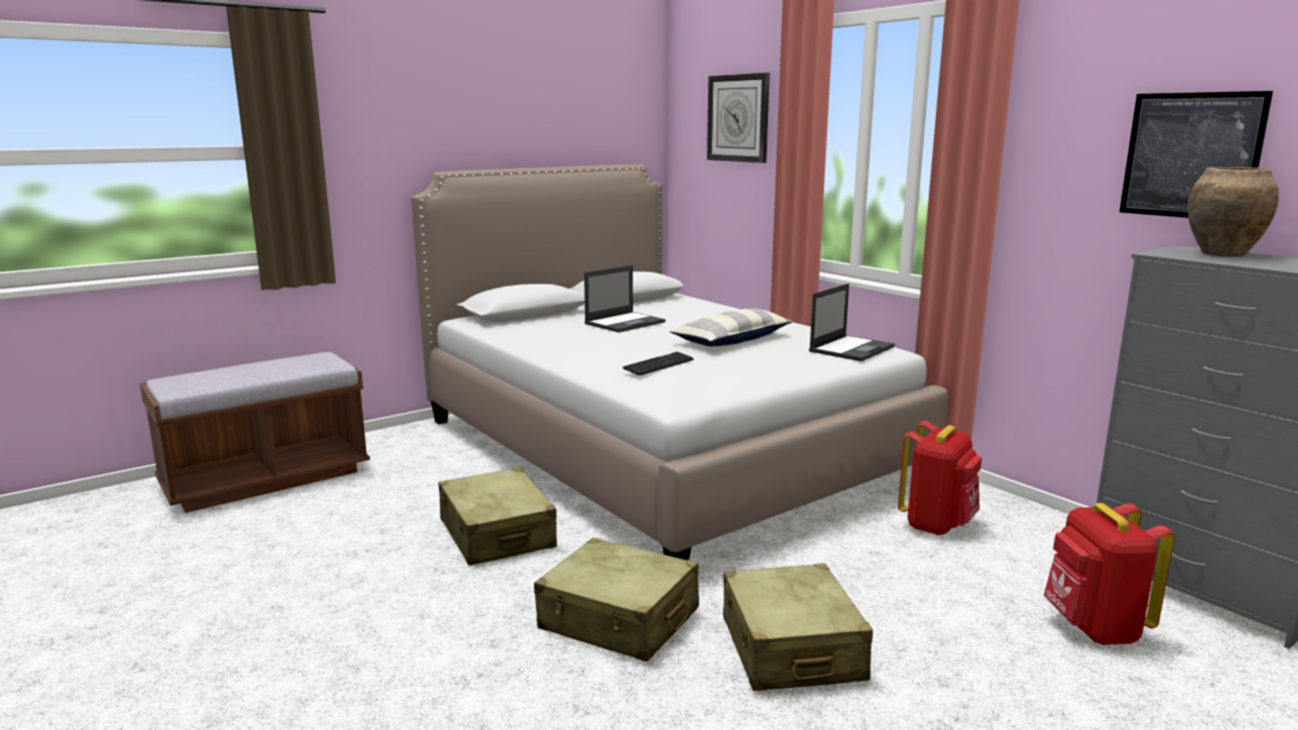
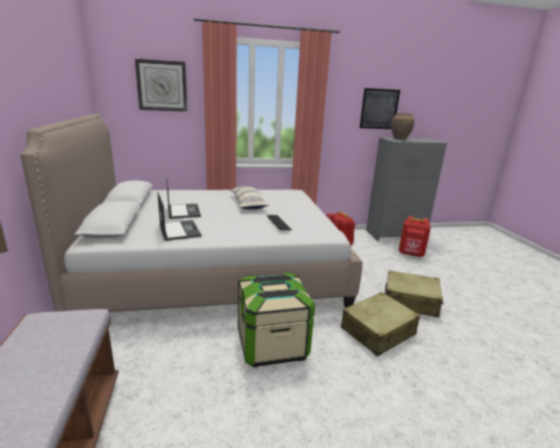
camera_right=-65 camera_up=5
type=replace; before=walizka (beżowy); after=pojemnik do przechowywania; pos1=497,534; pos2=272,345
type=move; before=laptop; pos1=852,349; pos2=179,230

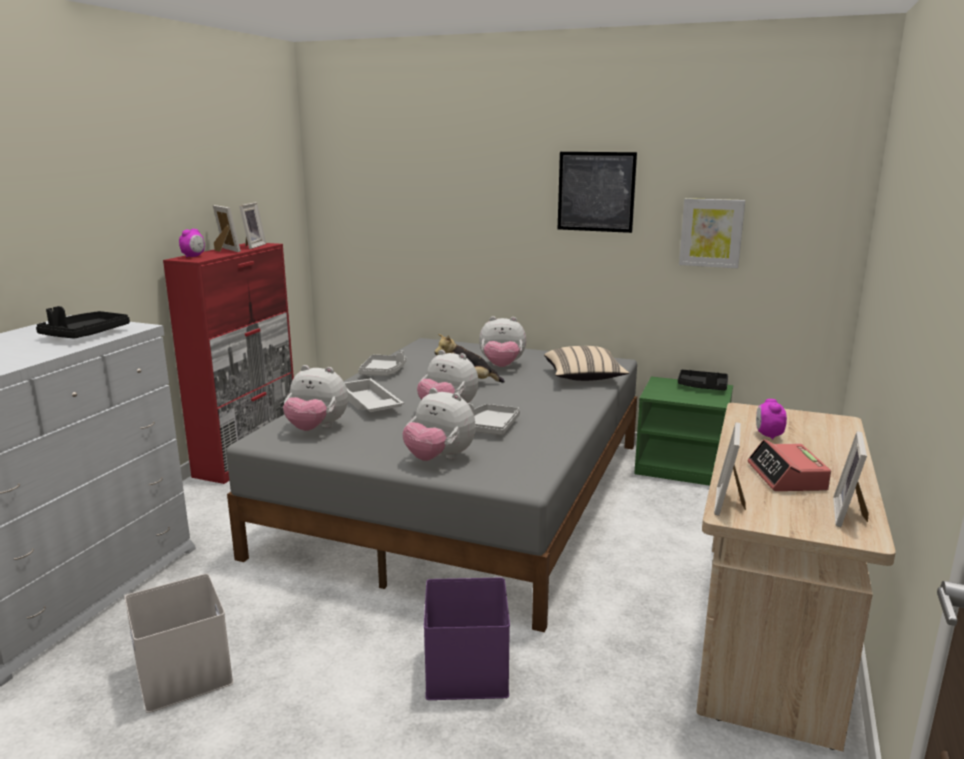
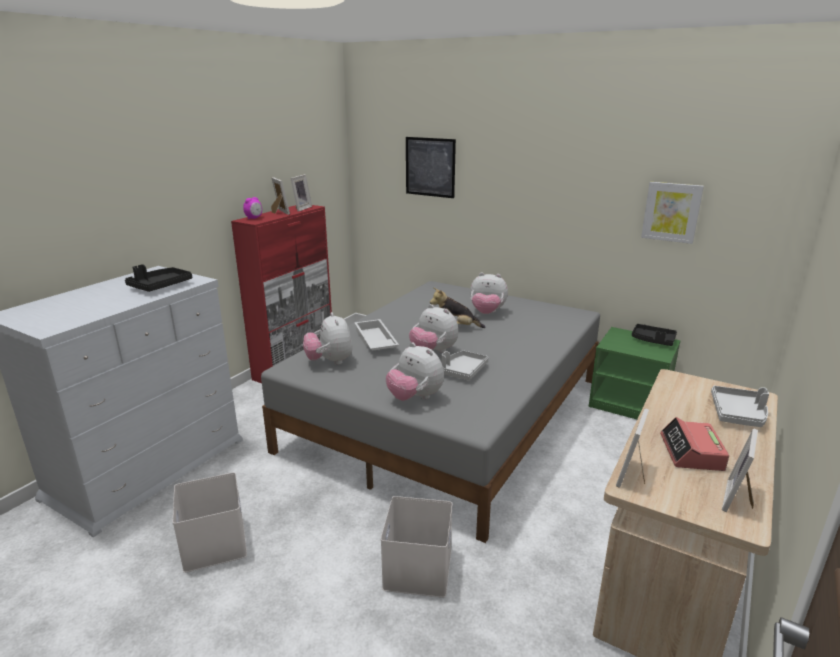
camera_right=10 camera_up=5
type=rotate; before=pluszak; pos1=316,429; pos2=330,361; turn=45
type=move; before=taca (szary); pos1=383,372; pos2=738,414
type=recolor; before=pojemnik do przechowywania (fioletowy); after=pojemnik do przechowywania (biały); pos1=468,671; pos2=419,570
type=delete; before=poduszka (beżowy); pos1=583,378
type=move; before=obraz; pos1=596,192; pos2=430,167
type=delete; before=budzik; pos1=768,435

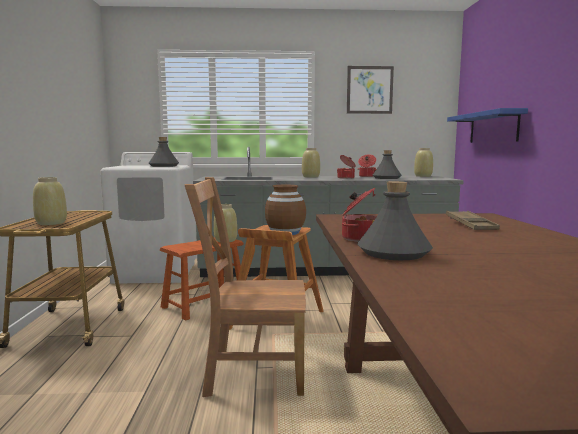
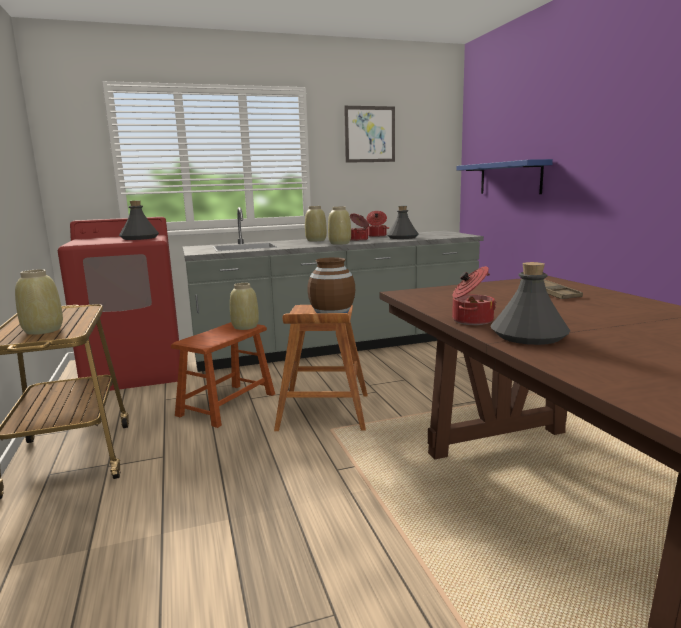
camera_right=-15 camera_up=5
type=recolor; before=pralka (biały); after=pralka (czerwony); pos1=156,272; pos2=136,372
type=delete; before=krzesło (brązowy); pos1=251,372
type=move; before=wazon (beżowy); pos1=423,176; pos2=340,243

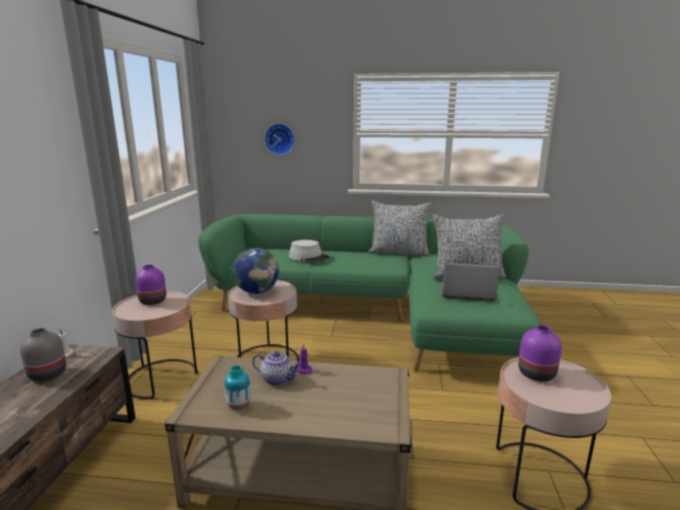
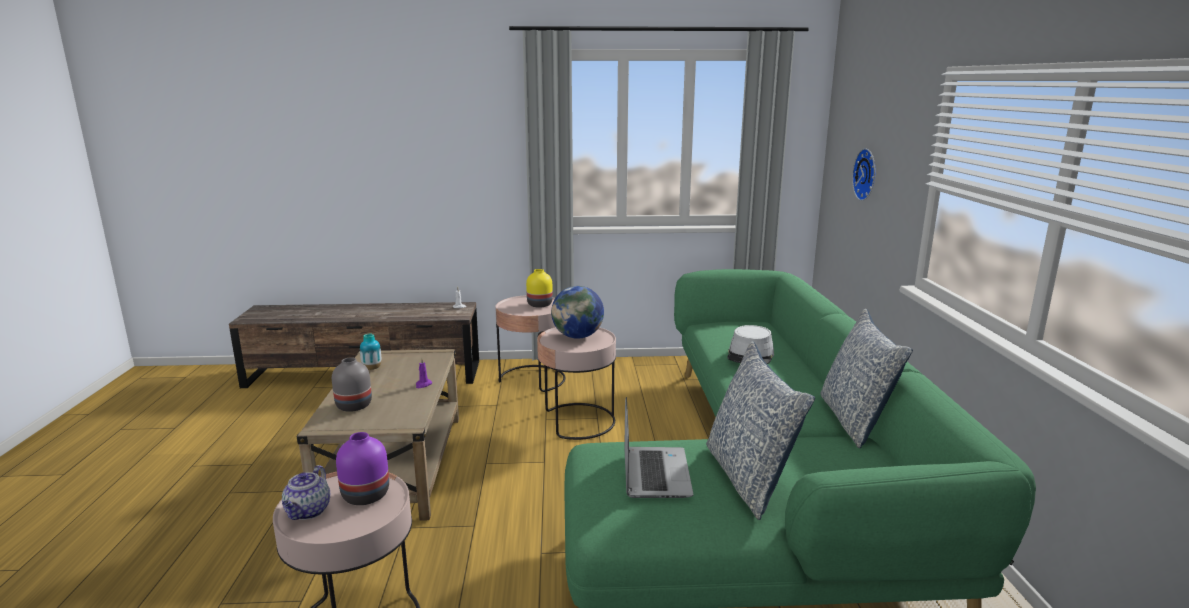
camera_right=80 camera_up=0
type=move; before=wazon (szary); pos1=47,374; pos2=354,405
type=recolor; before=wazon (fioletowy); after=wazon (żółty); pos1=153,301; pos2=540,305
type=move; before=imbryk; pos1=278,379; pos2=308,512

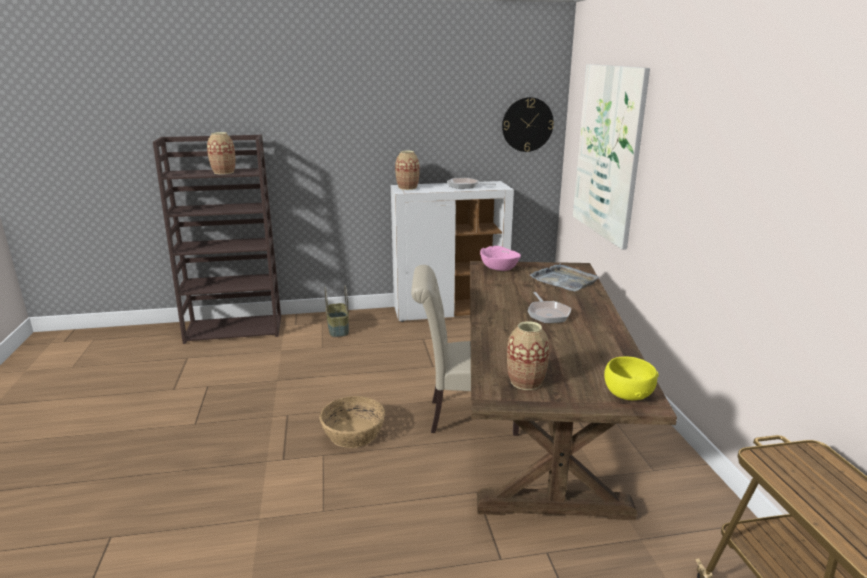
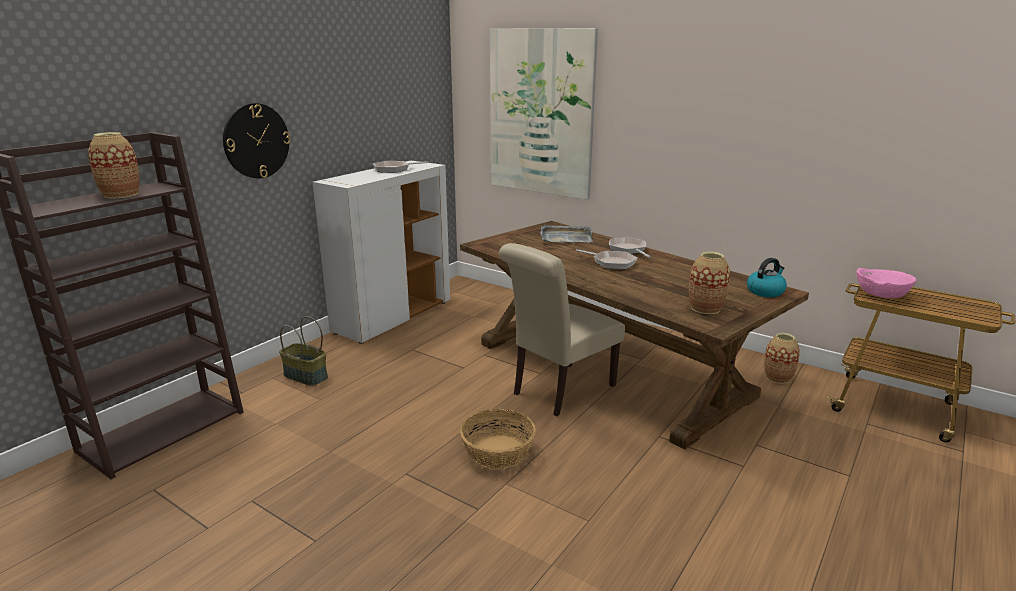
camera_right=-45 camera_up=0
type=move; before=wazon; pos1=407,187; pos2=778,377
type=move; before=miska (różowy); pos1=499,268; pos2=881,294
type=move; before=zegar ścienny; pos1=527,124; pos2=256,141
type=replace; before=miska (żółty); after=czajnik; pos1=627,394; pos2=765,291
type=insert; after=patelnia; pos2=628,250

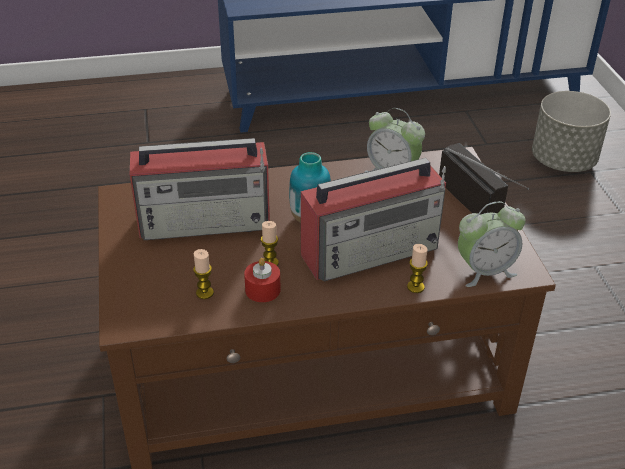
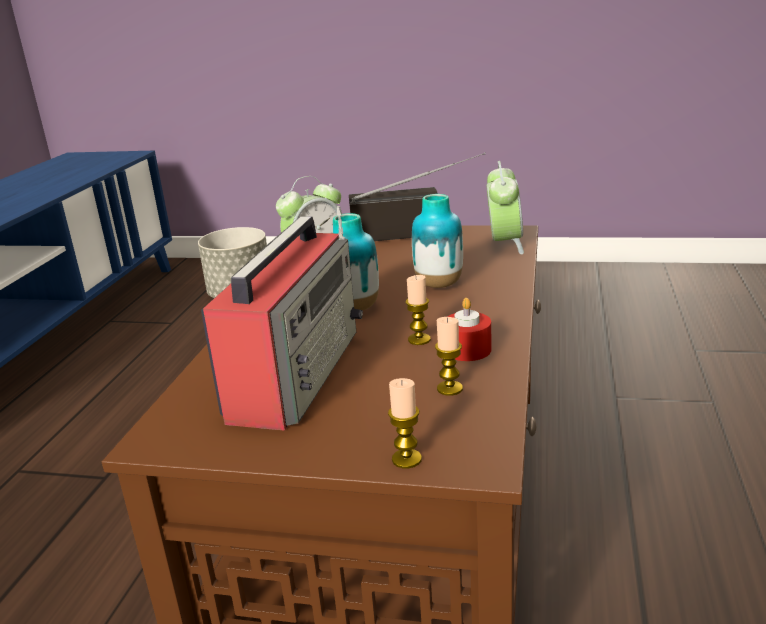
camera_right=-65 camera_up=-15
type=replace; before=radio; after=wazon; pos1=372,250; pos2=438,284
type=move; before=świeca; pos1=415,287; pos2=406,459

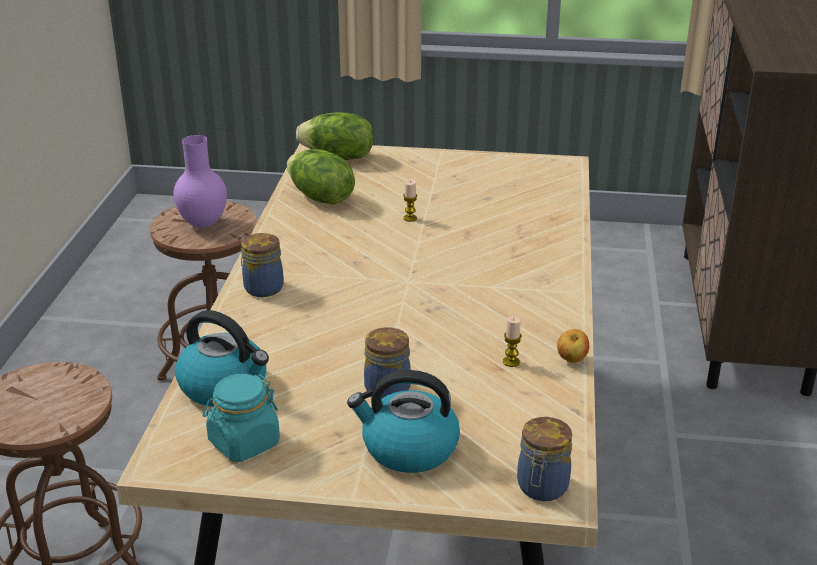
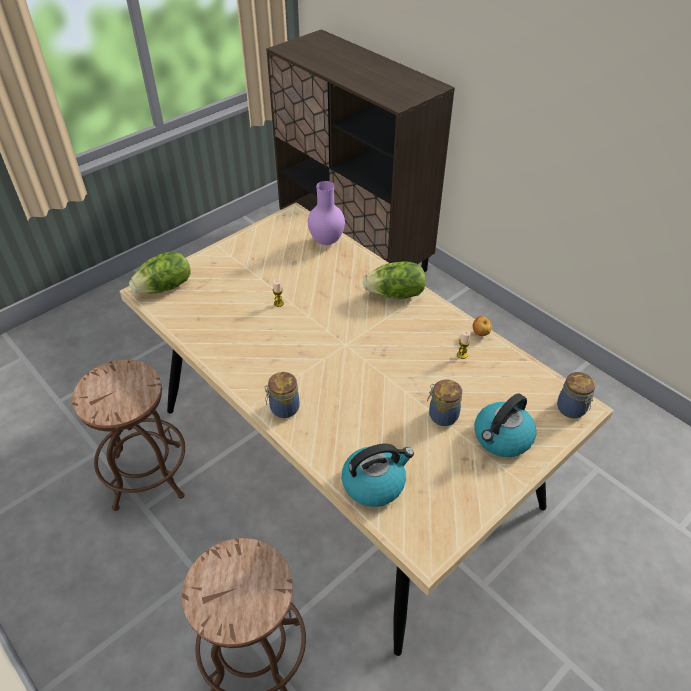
camera_right=-50 camera_up=15
type=move; before=wazon (fioletowy); pos1=204,224; pos2=326,241
type=delete; before=słoik (turkusowy); pos1=244,443
type=move; before=sałata; pos1=320,198; pos2=395,294

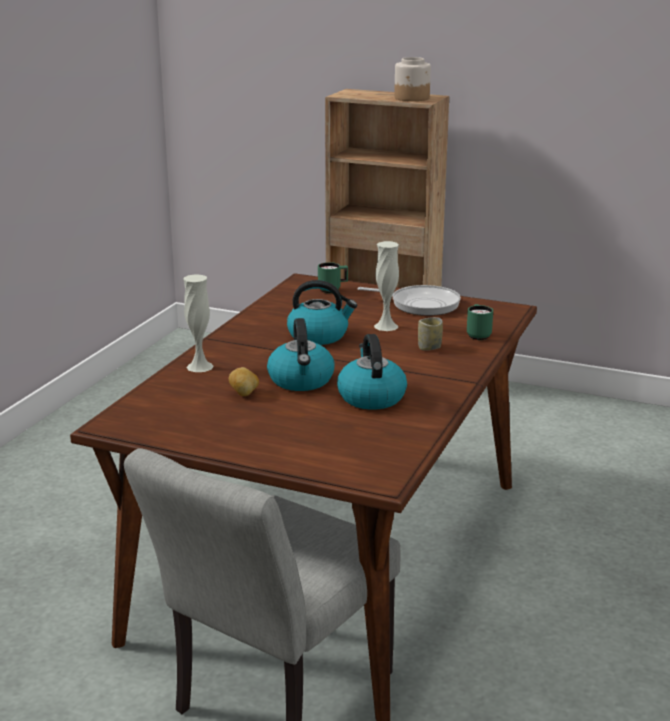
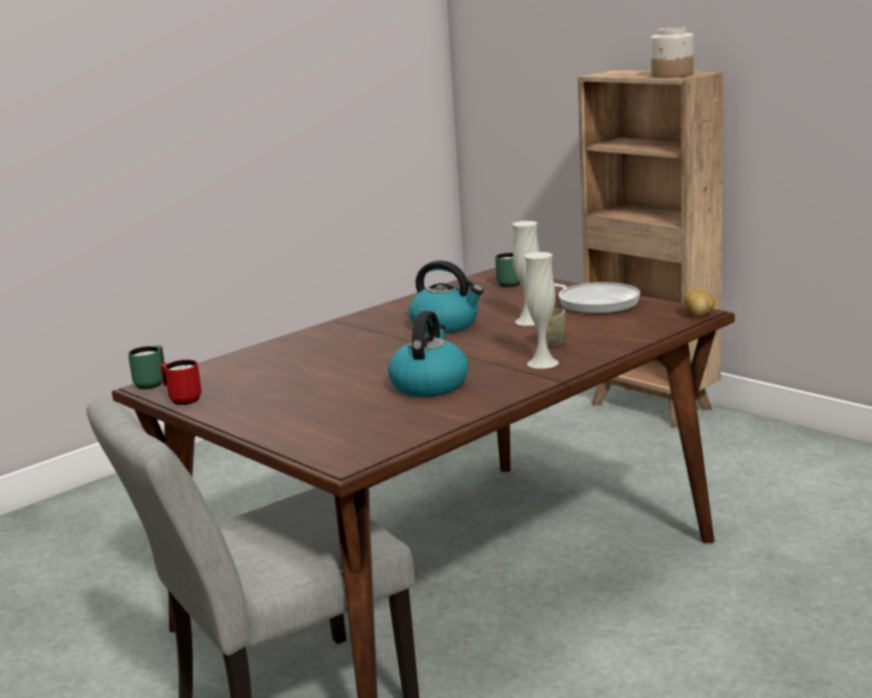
camera_right=25 camera_up=-5
type=move; before=wazon (biały); pos1=200,366; pos2=542,363
type=move; before=ziemniak; pos1=244,394; pos2=698,315
type=delete; before=czajnik; pos1=301,381
type=move; before=kubek (zielony); pos1=478,335; pos2=152,383
type=insert; after=kubek (czerwony); pos2=182,399

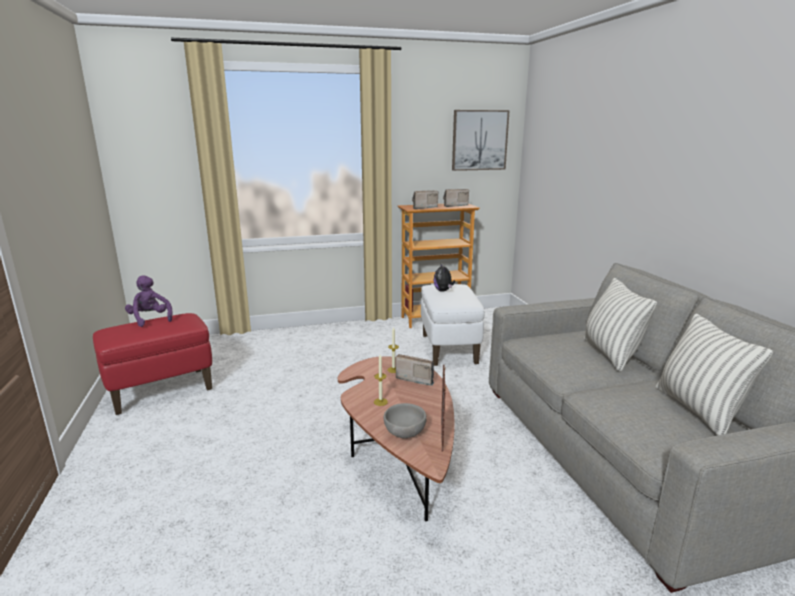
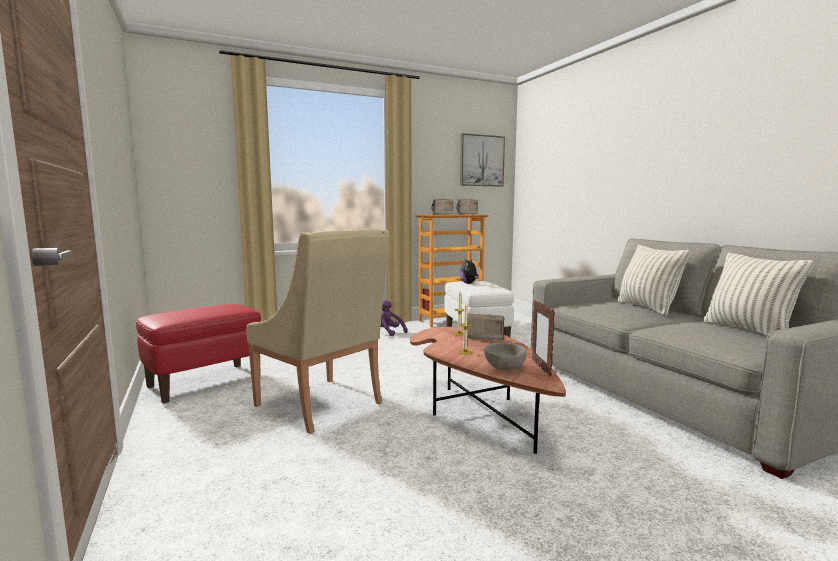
camera_right=-10 camera_up=-10
type=move; before=pluszak (fioletowy); pos1=150,319; pos2=388,332
type=insert; after=fotel (beżowy); pos2=322,405

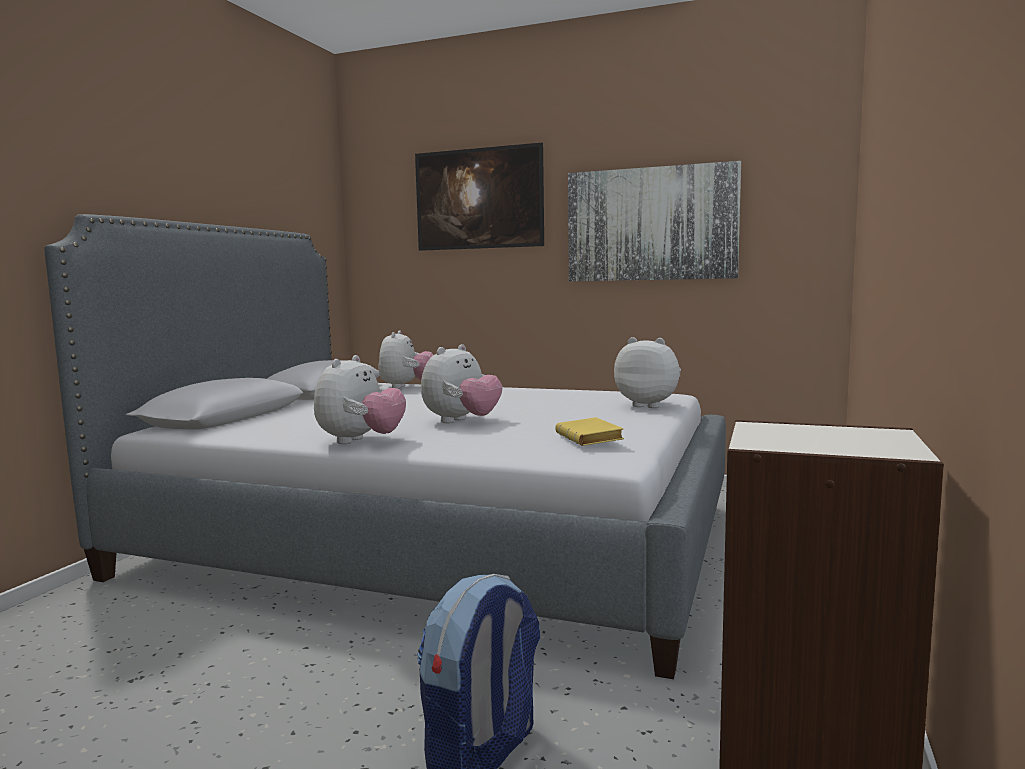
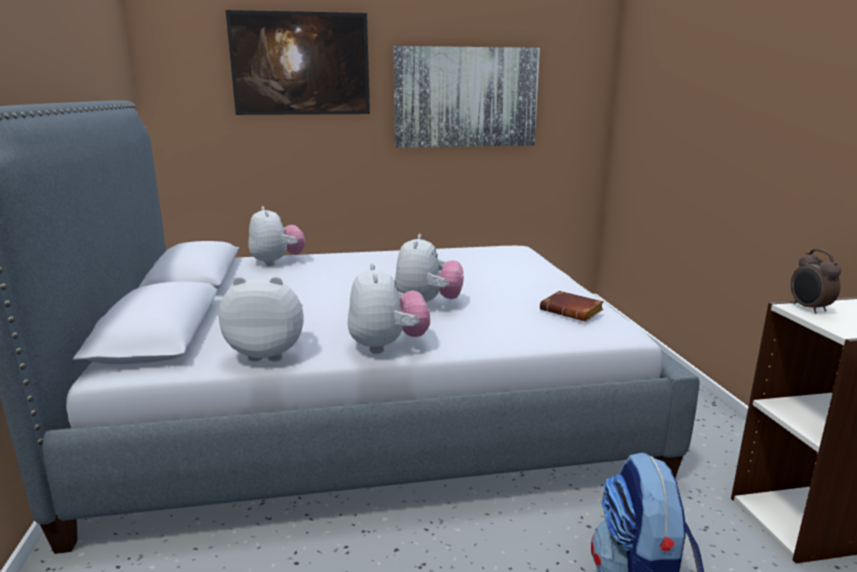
camera_right=-30 camera_up=10
type=recolor; before=książka (żółty); after=książka (brązowy); pos1=591,438; pos2=573,311
type=move; before=pluszak; pos1=649,405; pos2=268,353
type=insert; after=budzik; pos2=809,308

